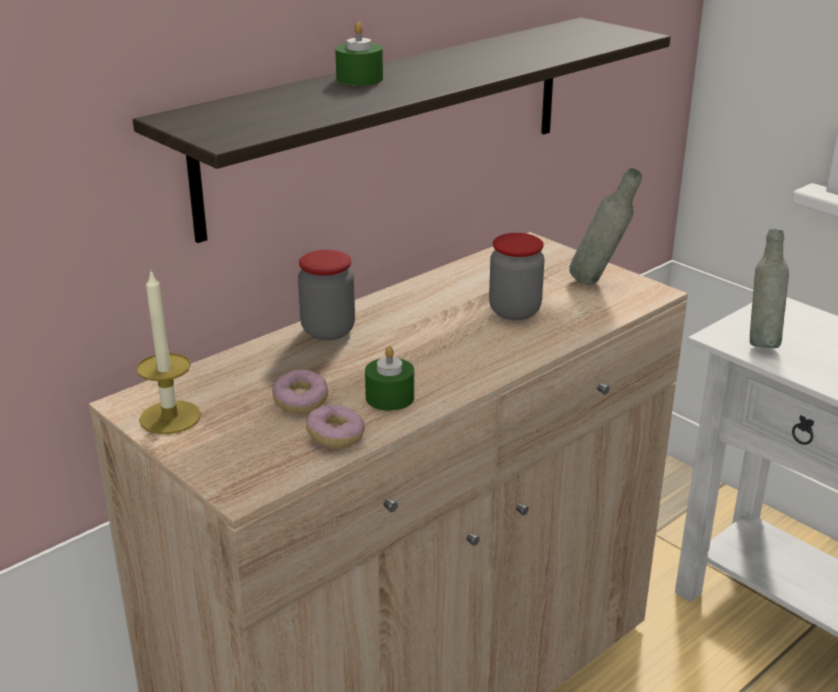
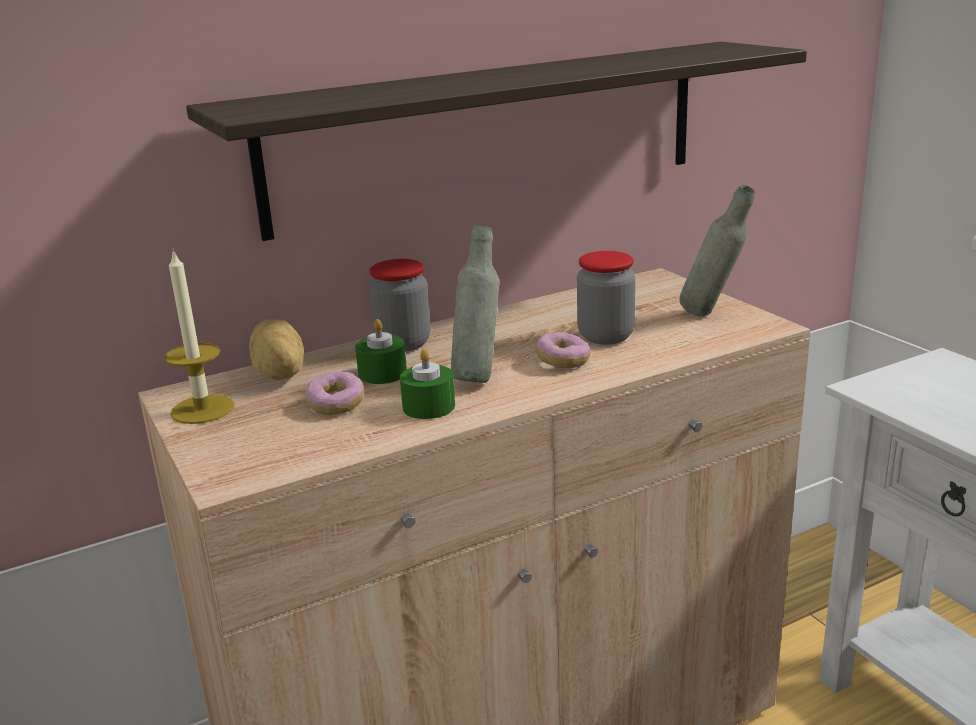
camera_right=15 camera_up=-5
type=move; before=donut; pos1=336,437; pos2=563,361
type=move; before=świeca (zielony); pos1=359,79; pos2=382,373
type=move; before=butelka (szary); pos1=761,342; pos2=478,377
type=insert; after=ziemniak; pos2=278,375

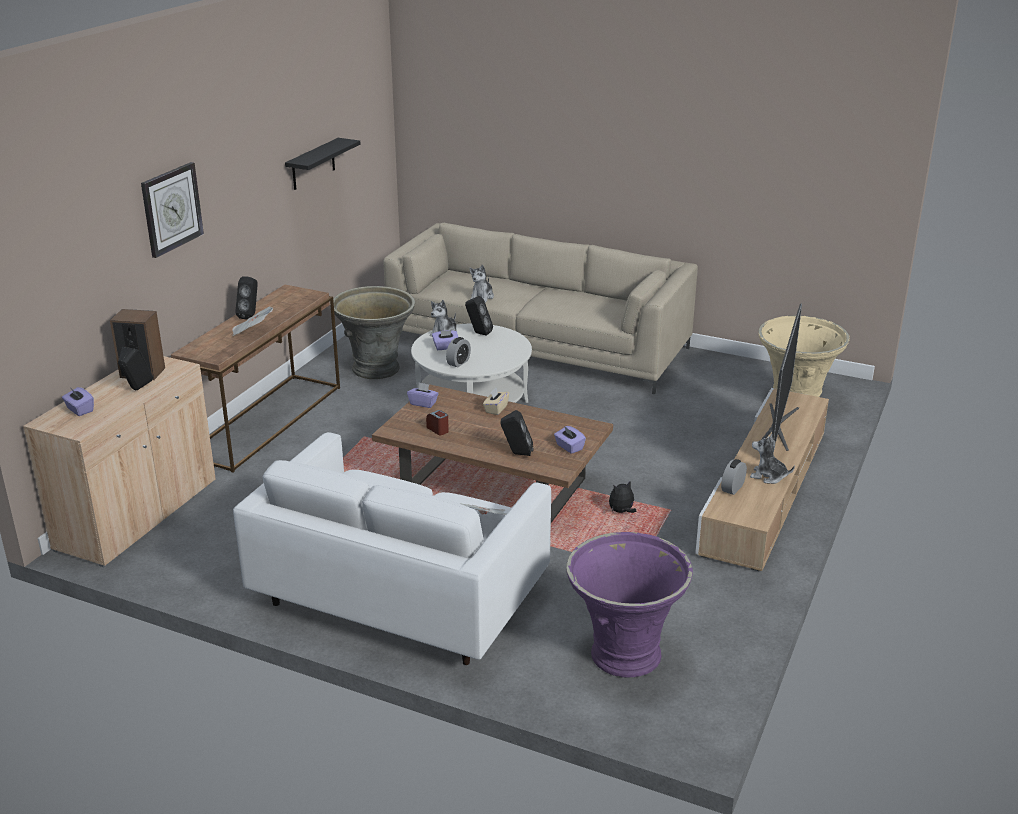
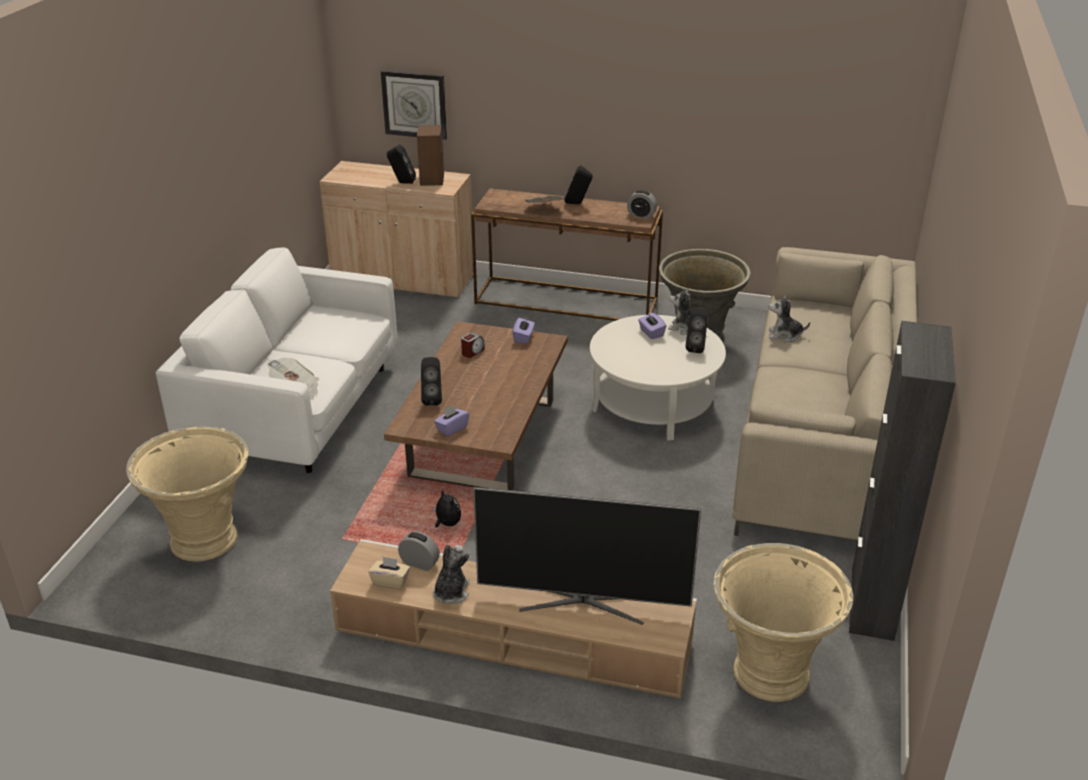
camera_right=80 camera_up=5
type=delete; before=pudełko chusteczek (fioletowy); pos1=79,410
type=move; before=zegar ścienny; pos1=171,209; pos2=414,104
type=delete; before=półka (czarny); pos1=313,164
type=move; before=budzik; pos1=458,362; pos2=641,215
type=move; before=pudełko chusteczek (beżowy); pos1=496,409; pos2=390,581
type=recolor; before=donica (fioletowy); after=donica (beżowy); pos1=624,654; pos2=205,539
type=insert; after=szafka (czarny); pos2=872,603

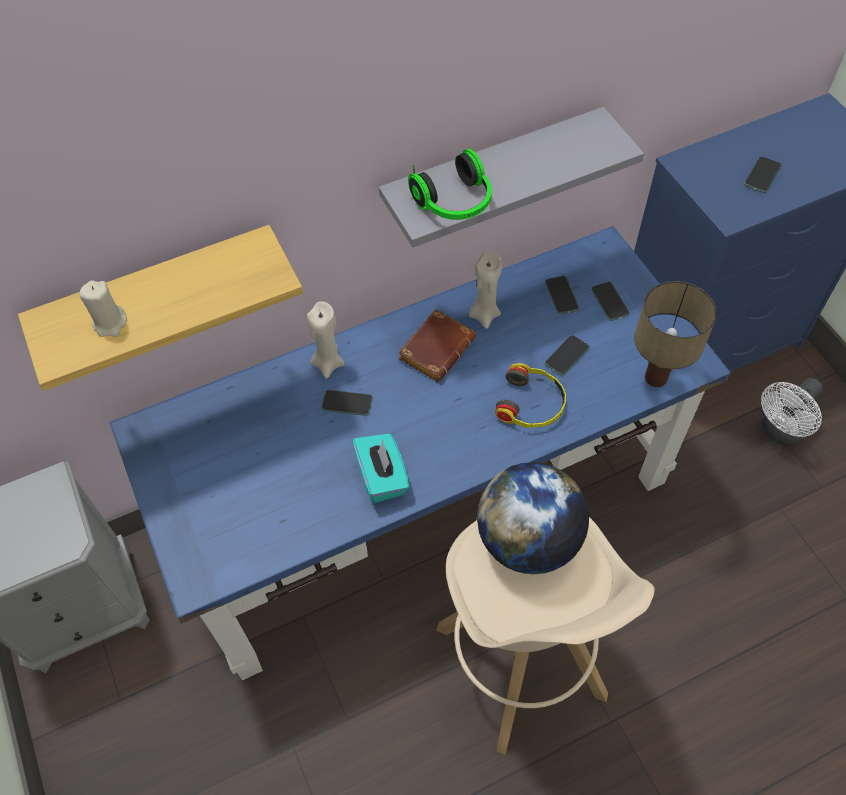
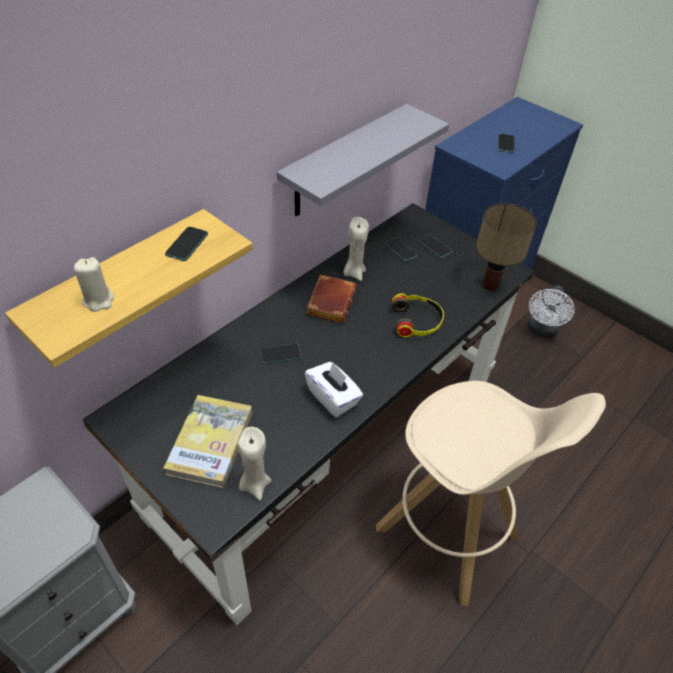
camera_right=-25 camera_up=-10
type=recolor; before=biurko (niebieski); after=biurko (czarny); pos1=428,502; pos2=330,441
type=move; before=świeca (beżowy); pos1=328,363; pos2=254,484
type=recolor; before=pudełko chusteczek (turkusowy); after=pudełko chusteczek (biały); pos1=382,477; pos2=333,398
type=delete; before=słuchawki; pos1=455,203
type=delete; before=globus; pos1=528,540
type=move; before=telefon; pos1=567,356; pos2=187,244
type=insert; after=książka; pos2=210,442

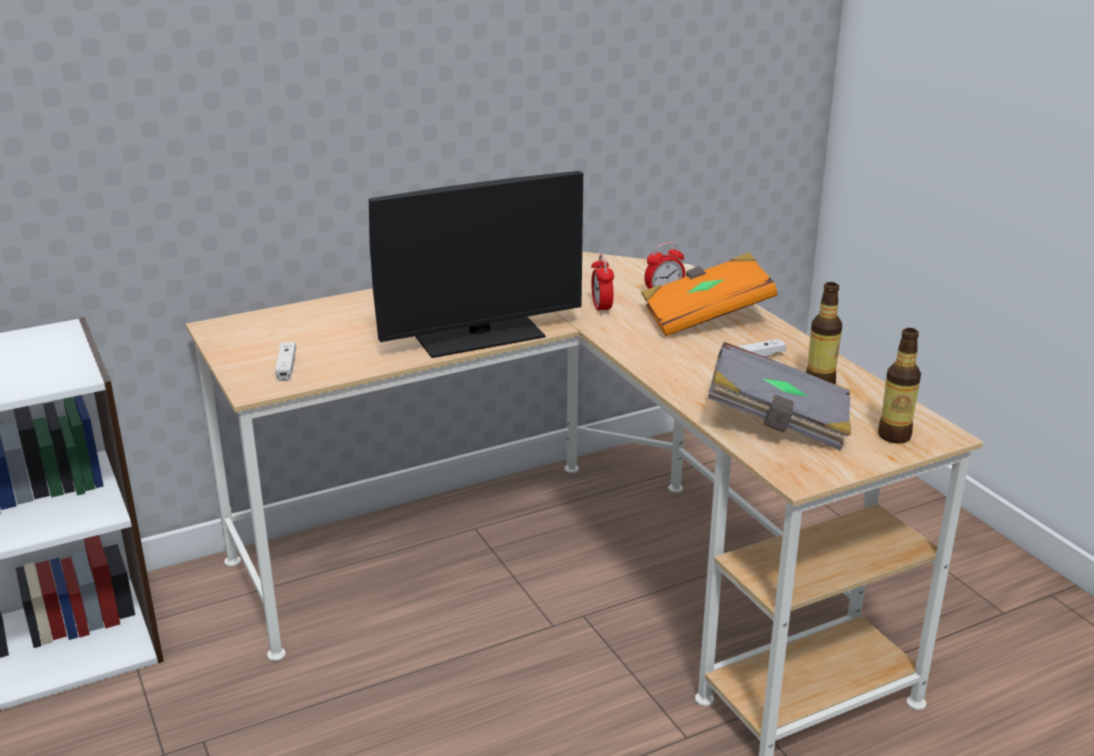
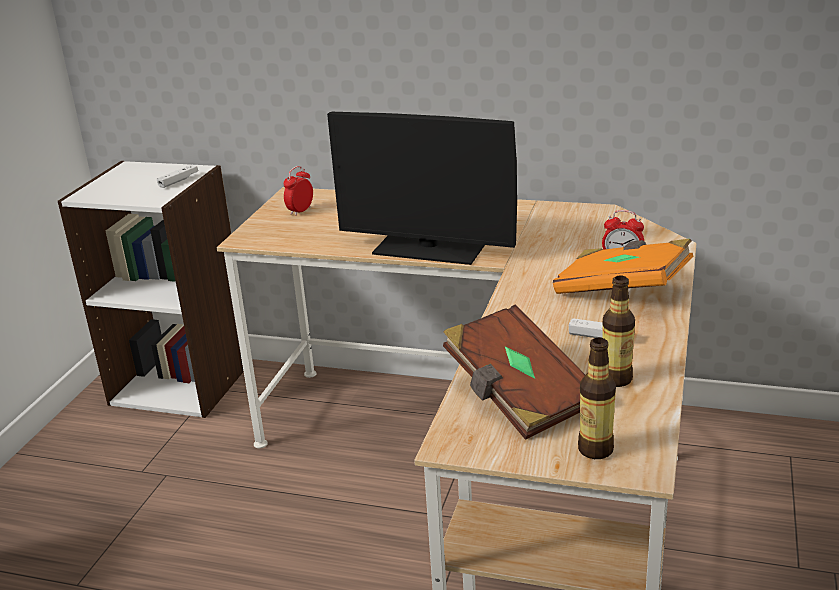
camera_right=45 camera_up=0
type=move; before=pad do gier (biały); pos1=286,367; pos2=178,181
type=move; before=budzik; pos1=601,309; pos2=300,211
type=recolor; before=książka (szary); after=książka (brązowy); pos1=778,422; pos2=518,395

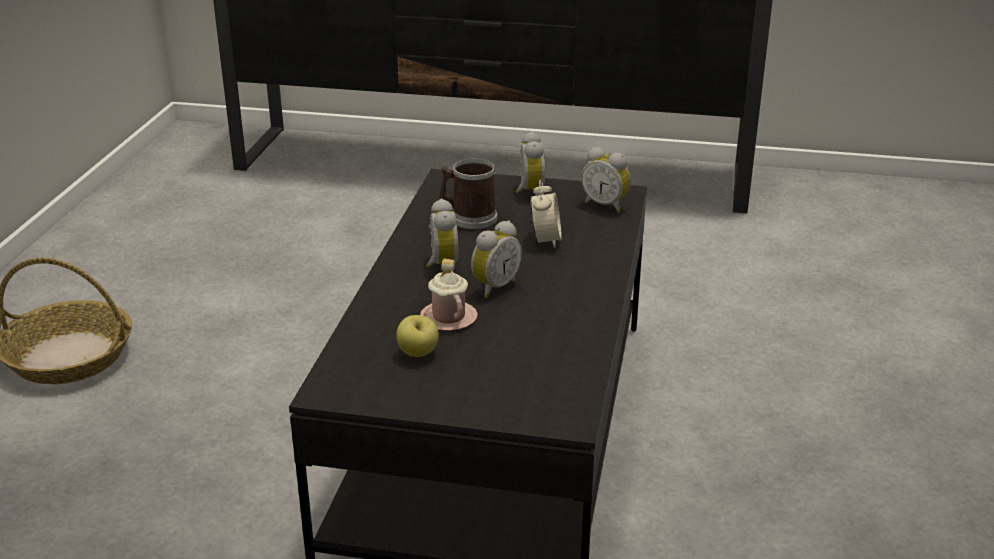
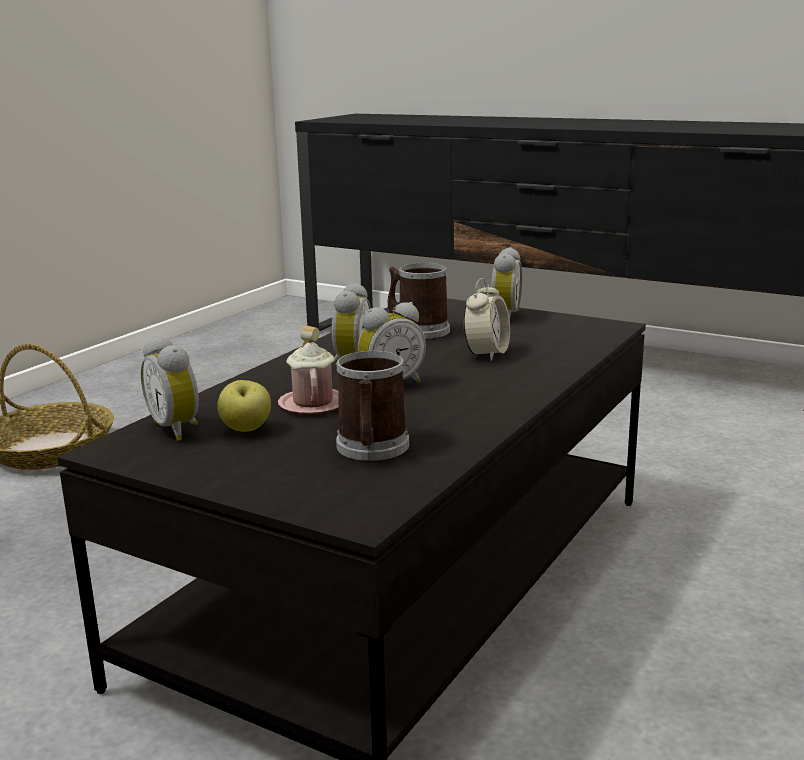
camera_right=20 camera_up=-10
type=move; before=budzik; pos1=606,205; pos2=178,429
type=insert; after=kubek; pos2=371,449

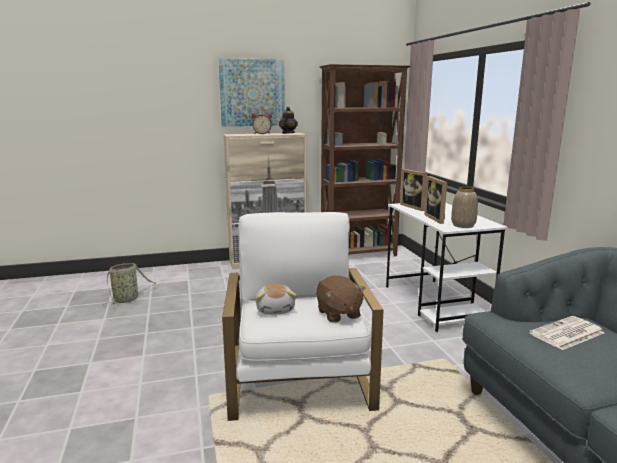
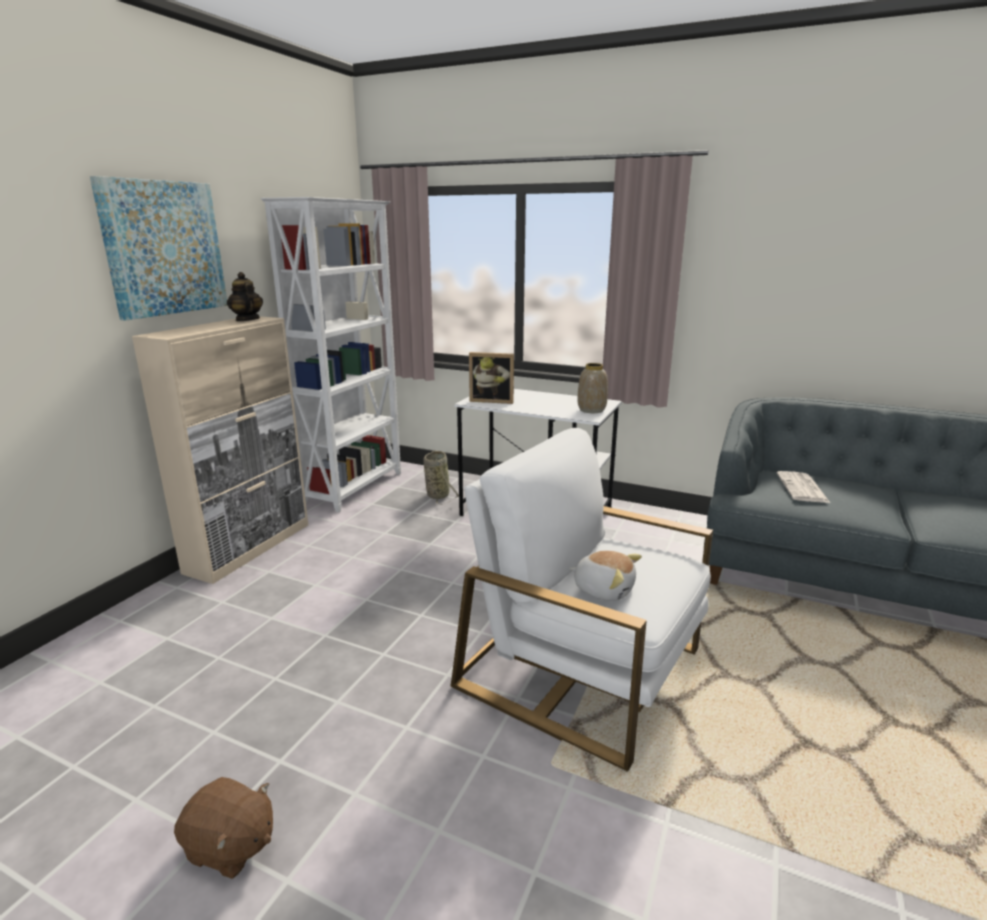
camera_right=-50 camera_up=5
type=move; before=koszyk; pos1=127,299; pos2=437,494
type=delete; before=budzik; pos1=262,133
type=move; before=pluszak (brązowy); pos1=338,314; pos2=230,847
type=recolor; before=regał (brązowy); after=regał (biały); pos1=359,254; pos2=355,487
type=delete; before=ramka na zdjęcie; pos1=437,219

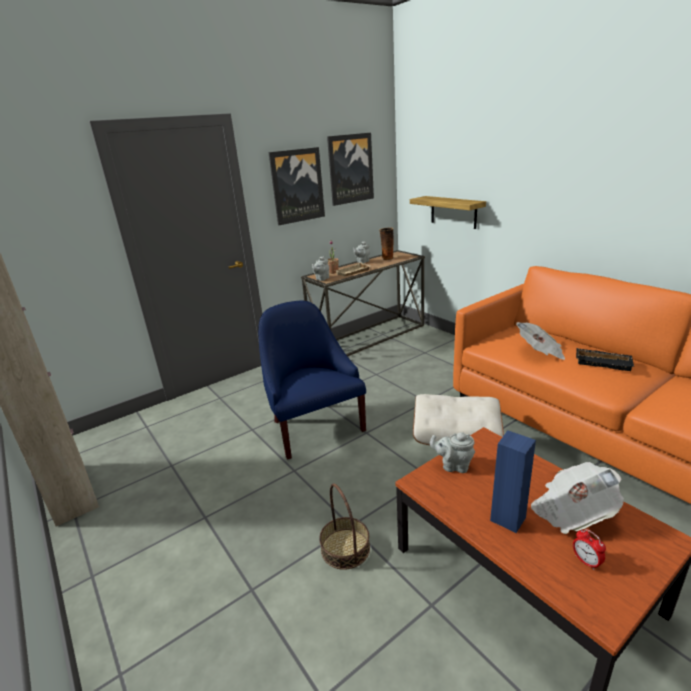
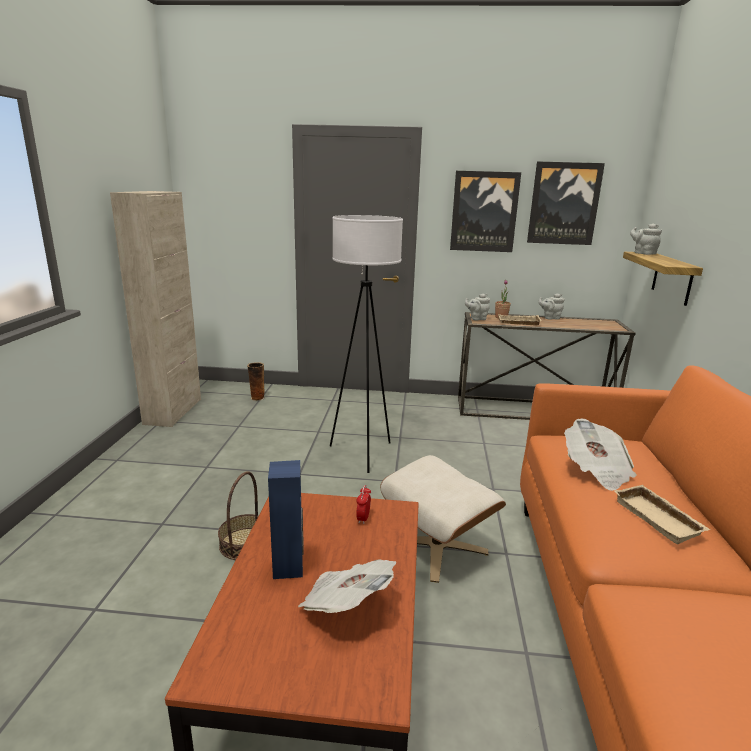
camera_right=40 camera_up=-5
type=replace; before=fotel (niebieski); after=lampa stojąca (biały); pos1=314,426; pos2=362,453
type=move; before=wazon; pos1=387,258; pos2=257,398
type=move; before=imbryk (szary); pos1=453,466; pos2=643,253
type=move; before=budzik; pos1=586,561; pos2=363,518
type=recolor; before=taca (czarny); after=taca (beżowy); pos1=603,362; pos2=659,518

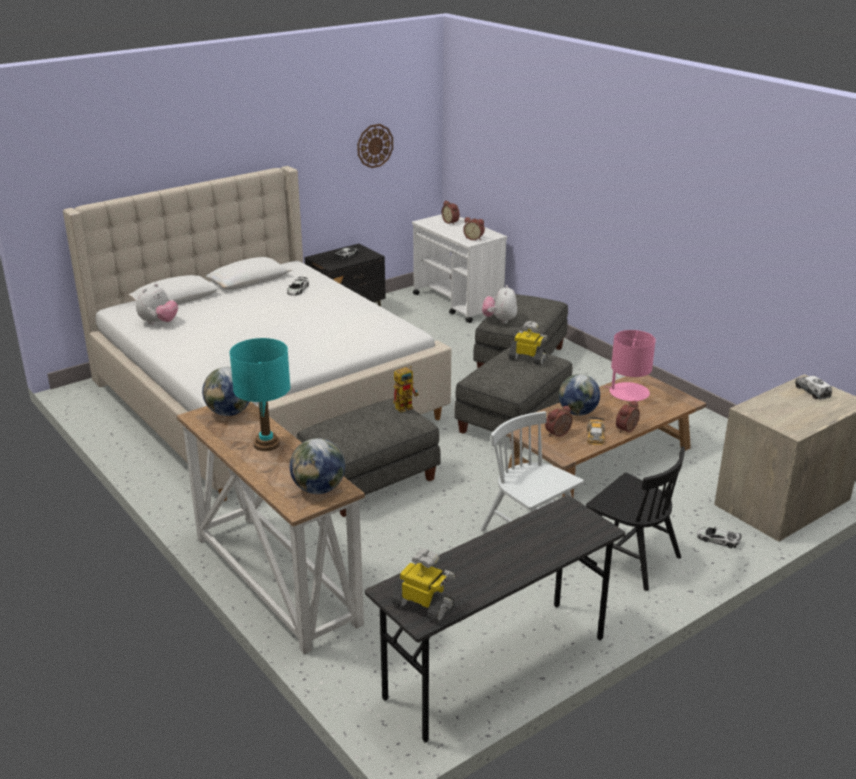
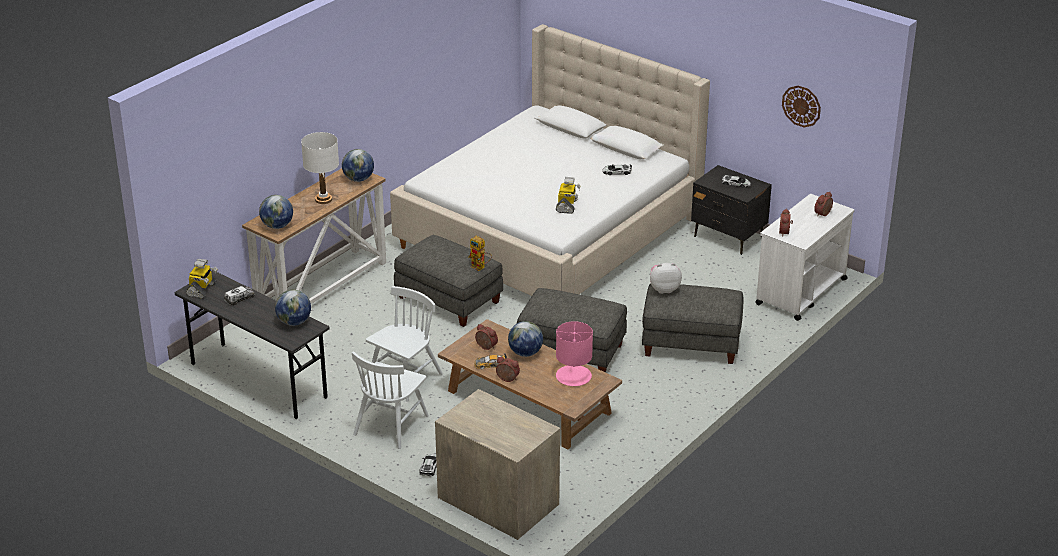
camera_right=75 camera_up=5
type=delete; before=pluszak; pos1=159,323
type=recolor; before=lampa stołowa (turkusowy); after=lampa stołowa (biały); pos1=266,444; pos2=323,199
type=move; before=robot zabawkowy; pos1=528,359; pos2=567,206
type=recolor; before=krzesło (czarny); after=krzesło (biały); pos1=629,558; pos2=391,425
type=move; before=ciężarówka zabawkowa; pos1=812,392; pos2=239,299
type=insert; after=globus; pos2=294,322

